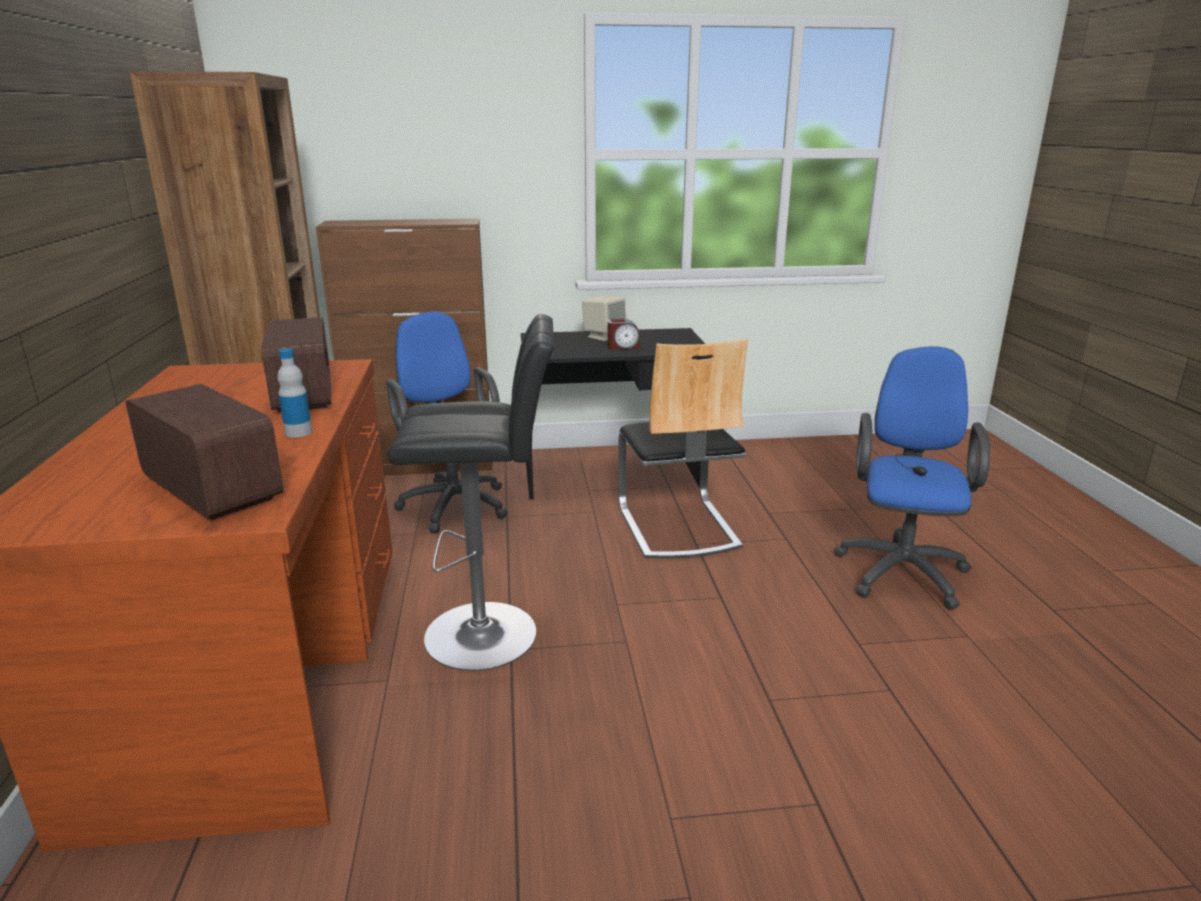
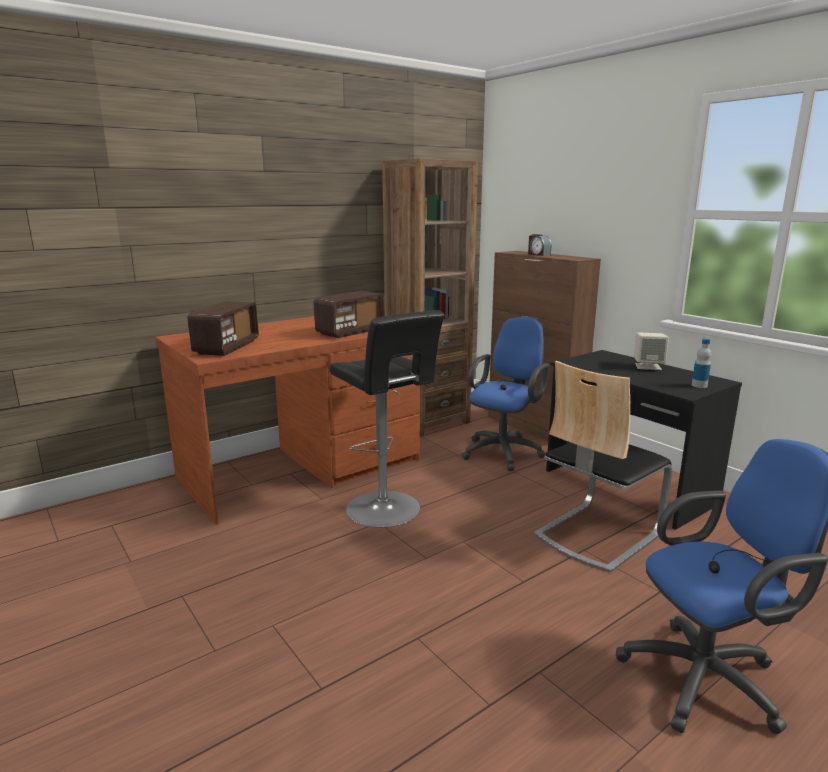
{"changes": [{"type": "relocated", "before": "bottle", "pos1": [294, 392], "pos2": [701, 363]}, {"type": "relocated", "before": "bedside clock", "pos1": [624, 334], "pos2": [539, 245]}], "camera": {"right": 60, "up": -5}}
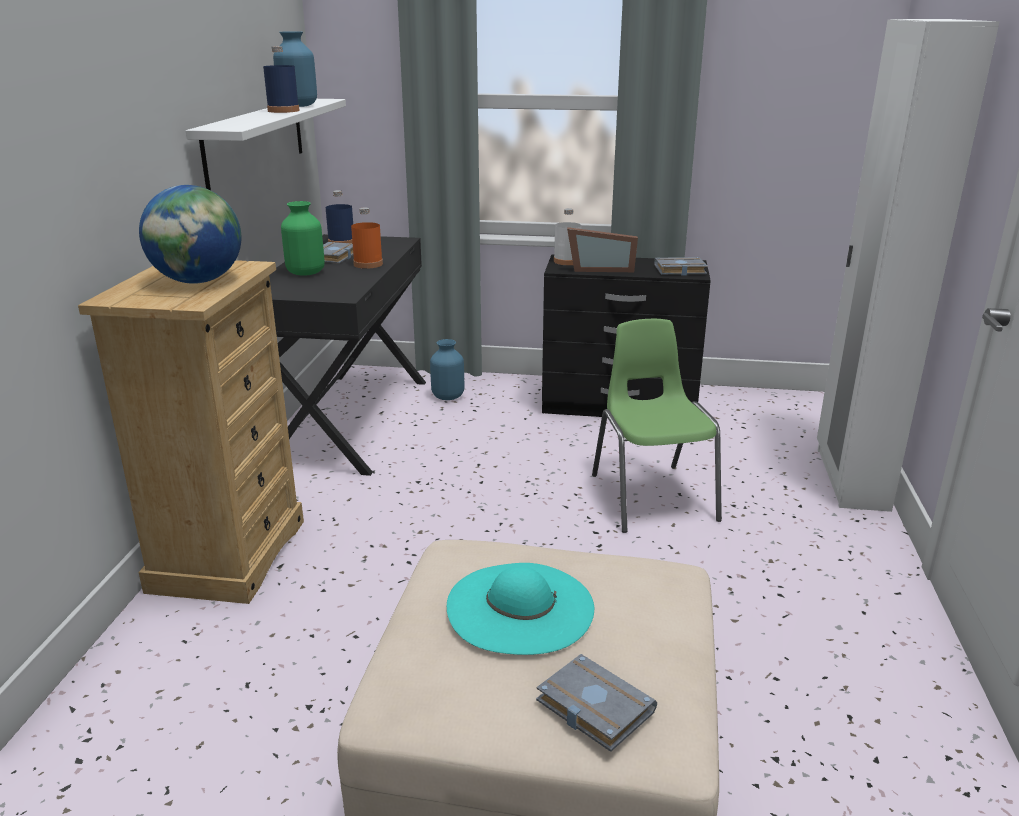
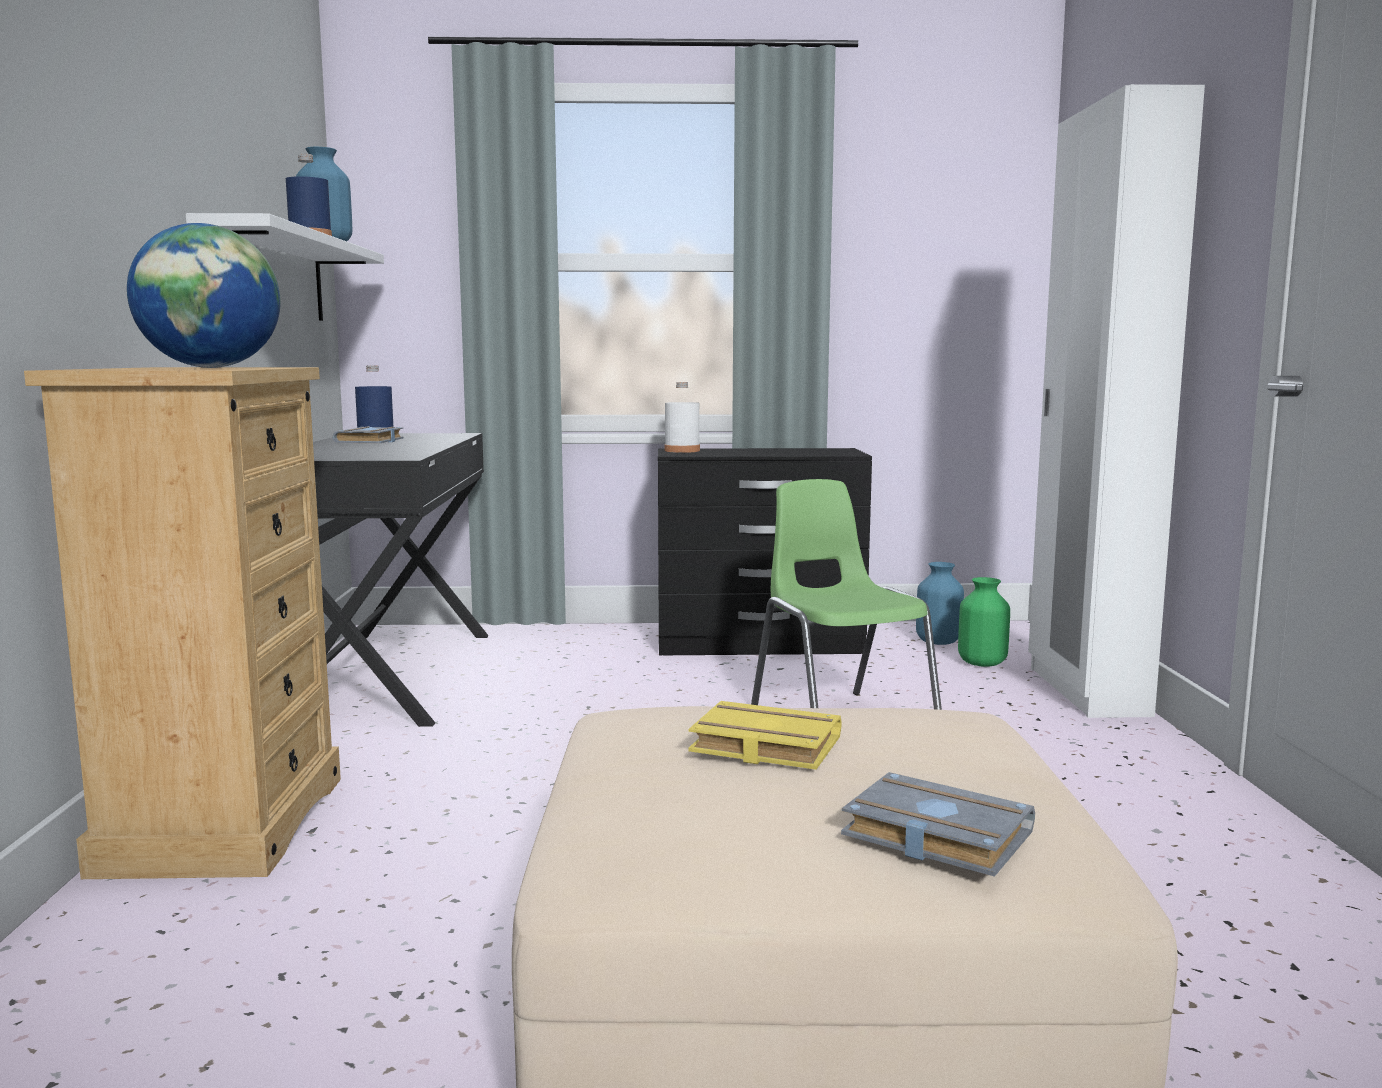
{"changes": [{"type": "relocated", "before": "greenish decorative vase", "pos1": [303, 238], "pos2": [984, 622]}, {"type": "missing", "before": "orangey bottle", "pos1": [367, 238]}, {"type": "relocated", "before": "blue decorative vase", "pos1": [447, 369], "pos2": [940, 603]}, {"type": "exchanged", "before": "blue-green clothing hat", "after": "yellow bound book", "pos1": [520, 609], "pos2": [765, 735]}, {"type": "missing", "before": "standing frame", "pos1": [602, 249]}, {"type": "missing", "before": "gray bound book", "pos1": [681, 266]}], "camera": {"right": -10, "up": -15}}
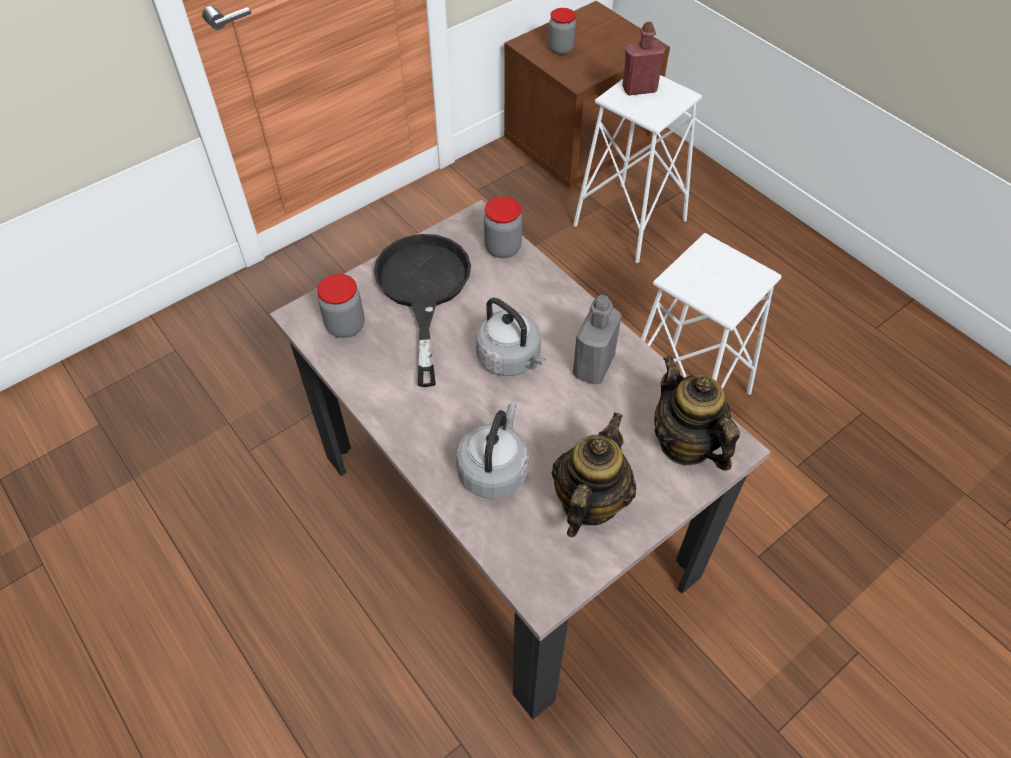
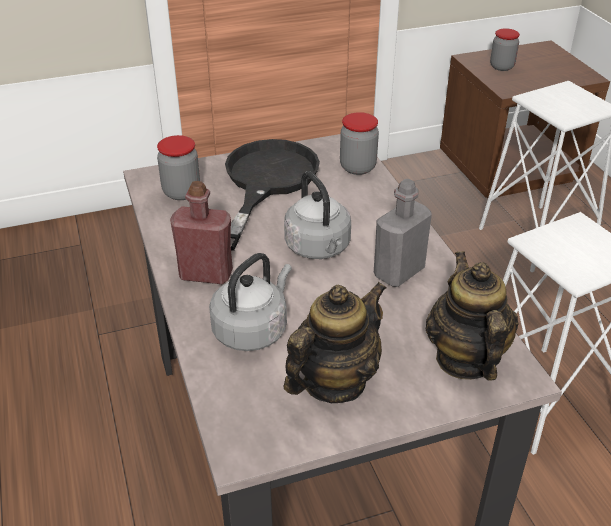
{"changes": [{"type": "relocated", "before": "red bottle", "pos1": [643, 58], "pos2": [201, 232]}], "camera": {"right": 20, "up": -15}}
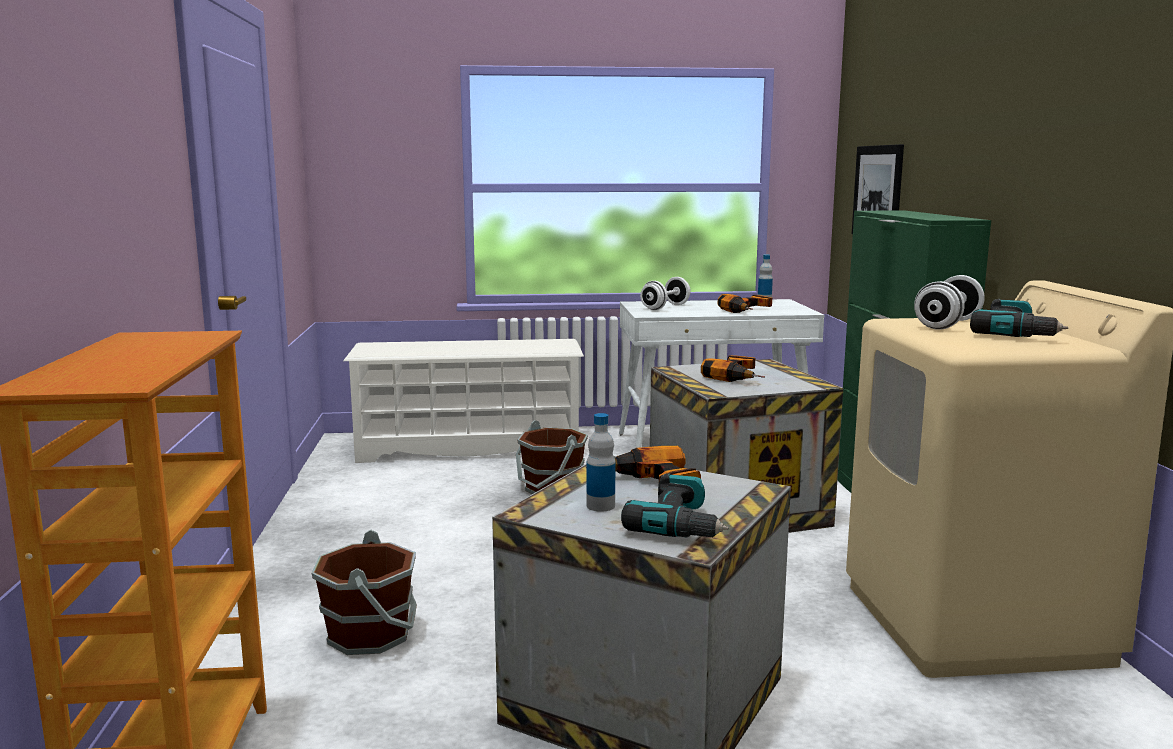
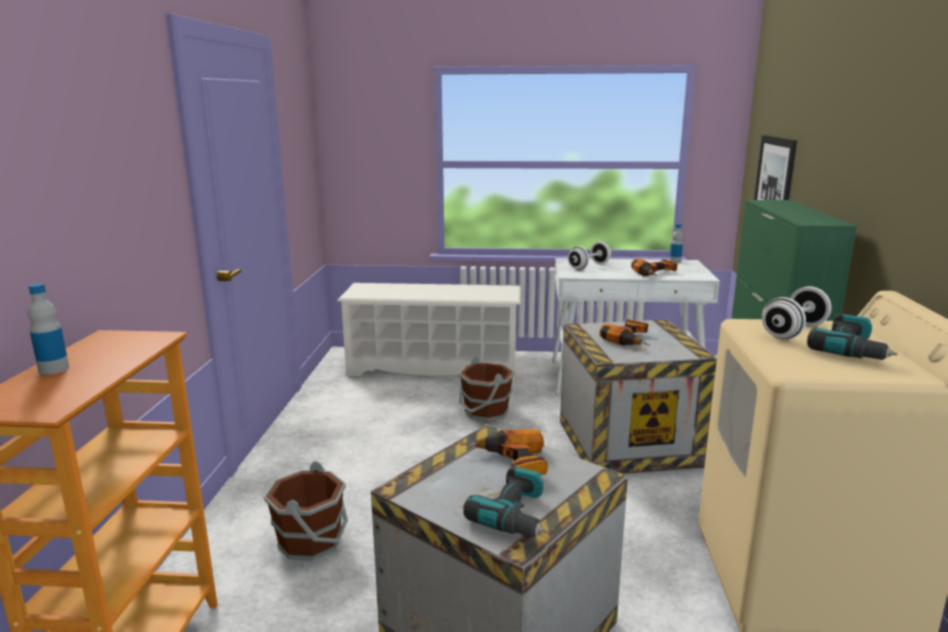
{"changes": [{"type": "relocated", "before": "bottle", "pos1": [601, 462], "pos2": [48, 329]}], "camera": {"right": 10, "up": 5}}
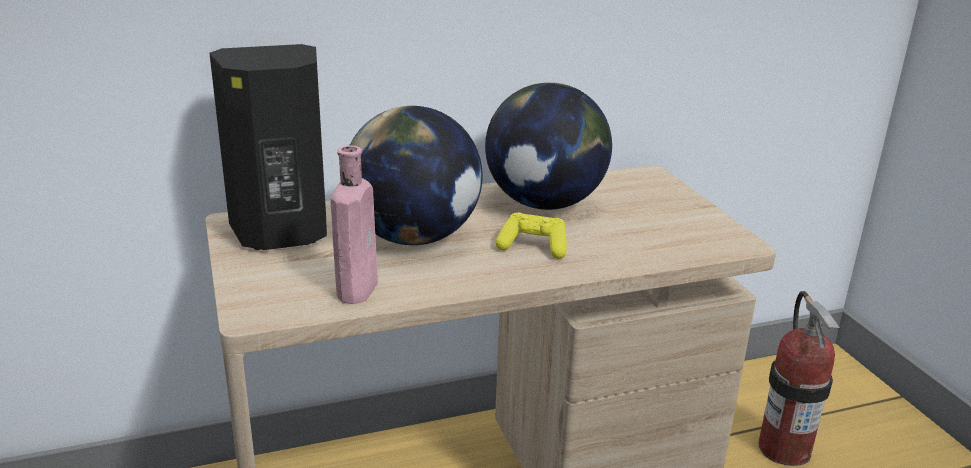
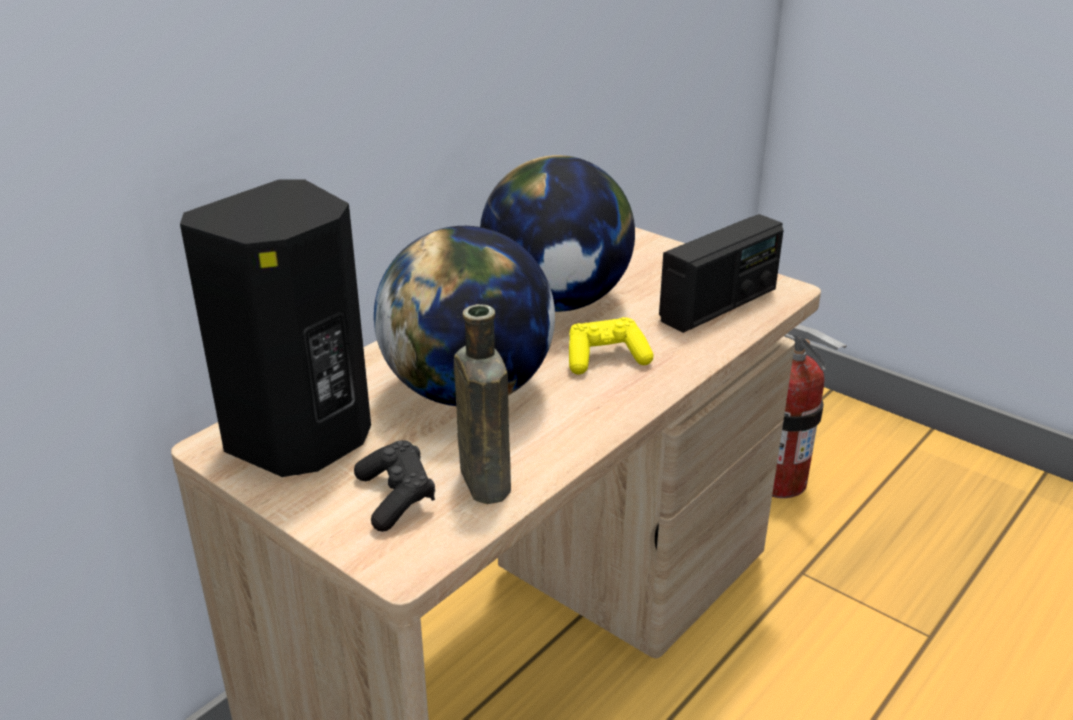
{"changes": [{"type": "colour", "before": "pinkish bottle", "after": "brownish bottle", "pos1": [354, 225], "pos2": [482, 404]}, {"type": "appeared", "after": "black gamepad", "pos2": [394, 486]}, {"type": "appeared", "after": "radio", "pos2": [721, 273]}], "camera": {"right": -30, "up": 5}}
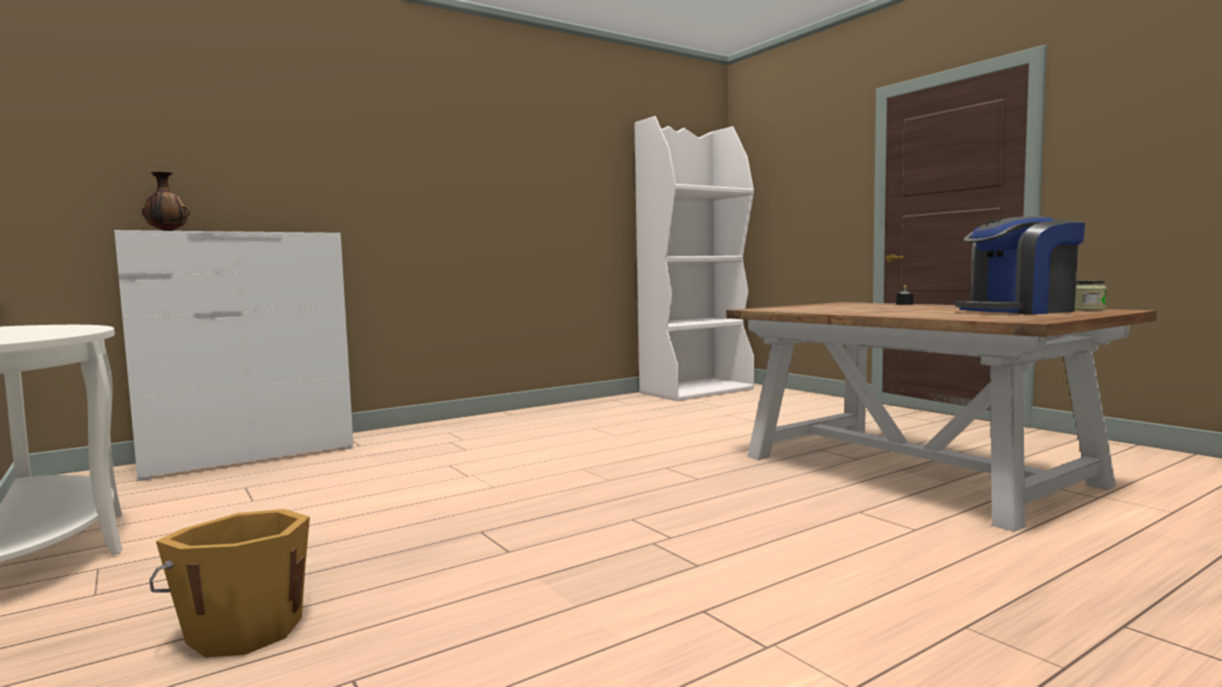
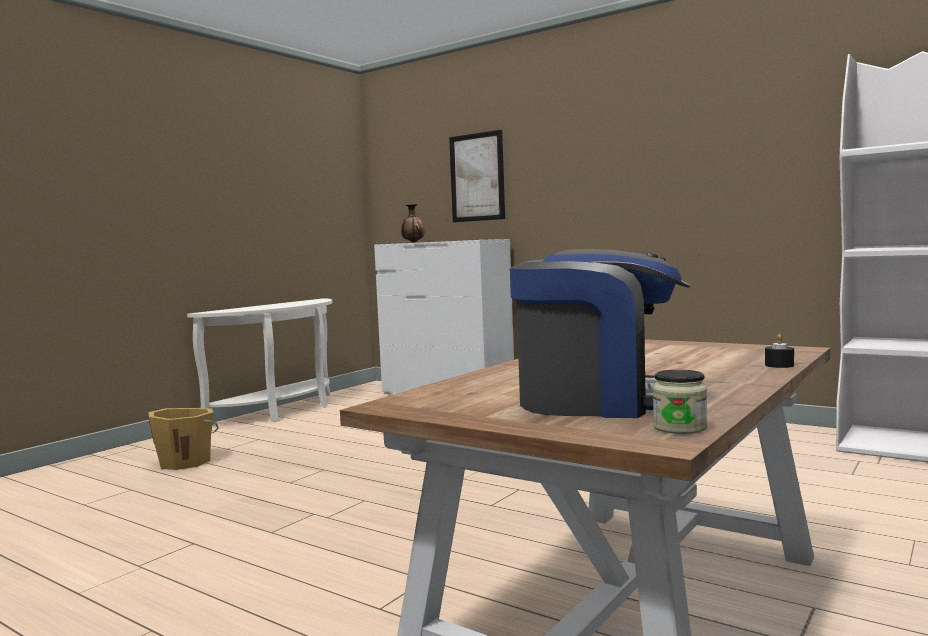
{"changes": [{"type": "spun", "before": "coffee brewer", "pos1": [1020, 265], "pos2": [600, 333], "turn": 135}, {"type": "appeared", "after": "wall art", "pos2": [477, 176]}], "camera": {"right": 70, "up": 0}}
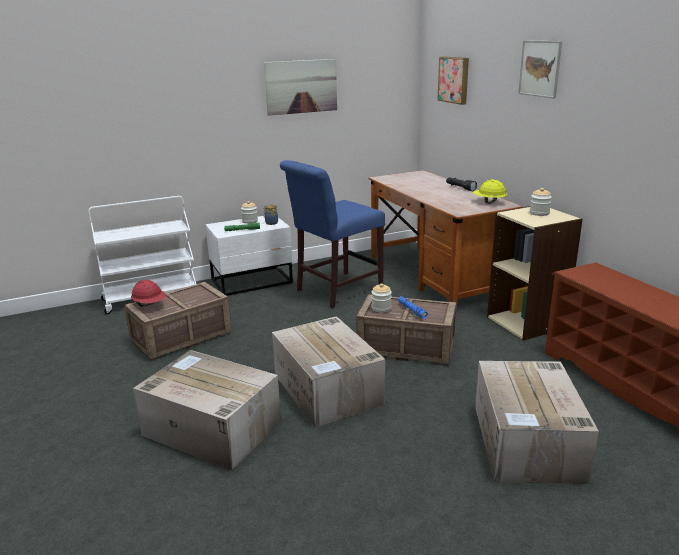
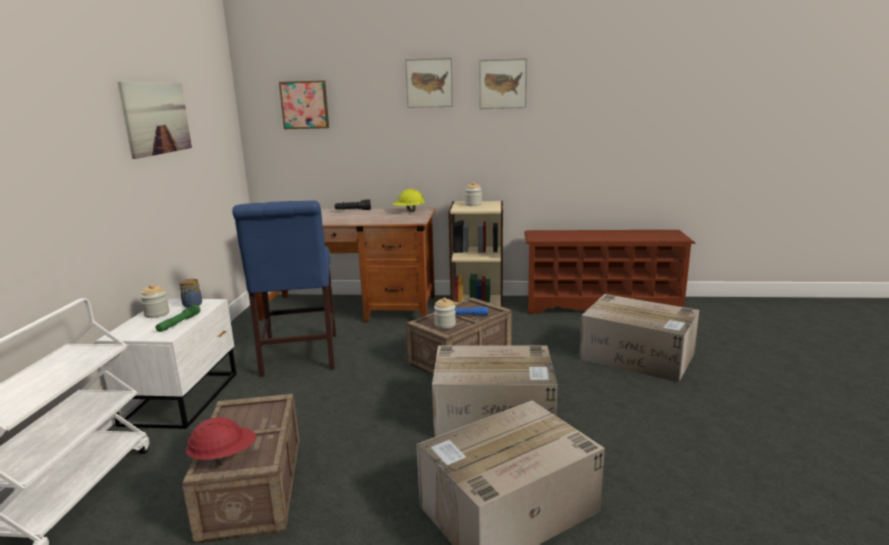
{"changes": [{"type": "appeared", "after": "wall art", "pos2": [503, 83]}], "camera": {"right": -60, "up": -5}}
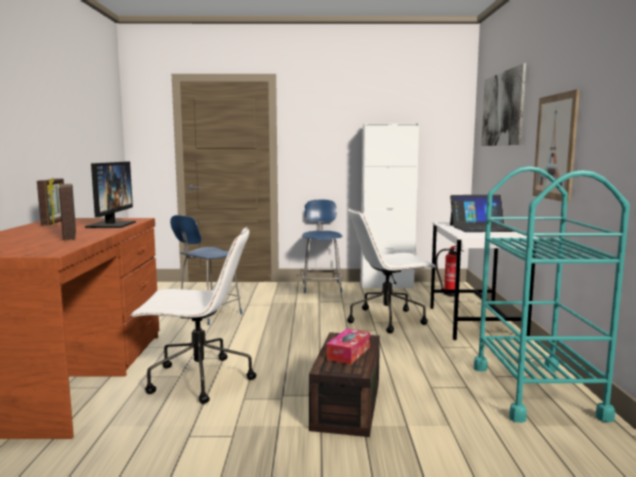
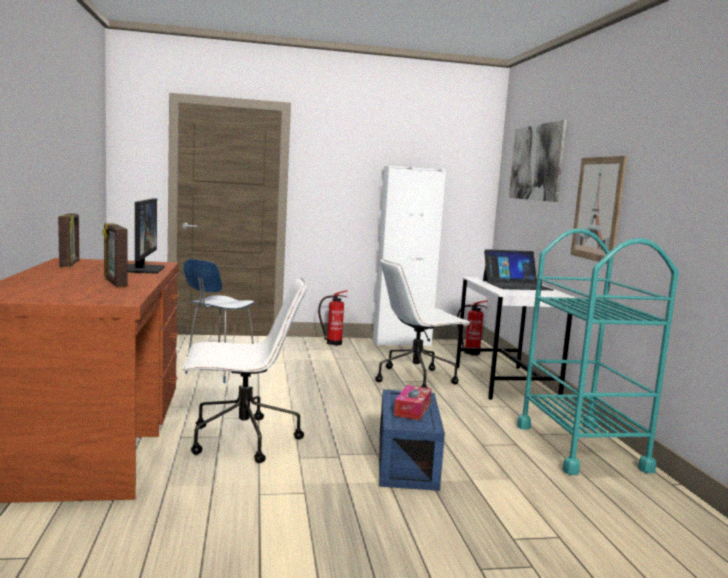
{"changes": [{"type": "exchanged", "before": "blue upright chair", "after": "extinguisher", "pos1": [322, 246], "pos2": [333, 318]}, {"type": "colour", "before": "brownish storage bin", "after": "blue storage bin", "pos1": [344, 384], "pos2": [412, 440]}], "camera": {"right": -10, "up": 0}}
